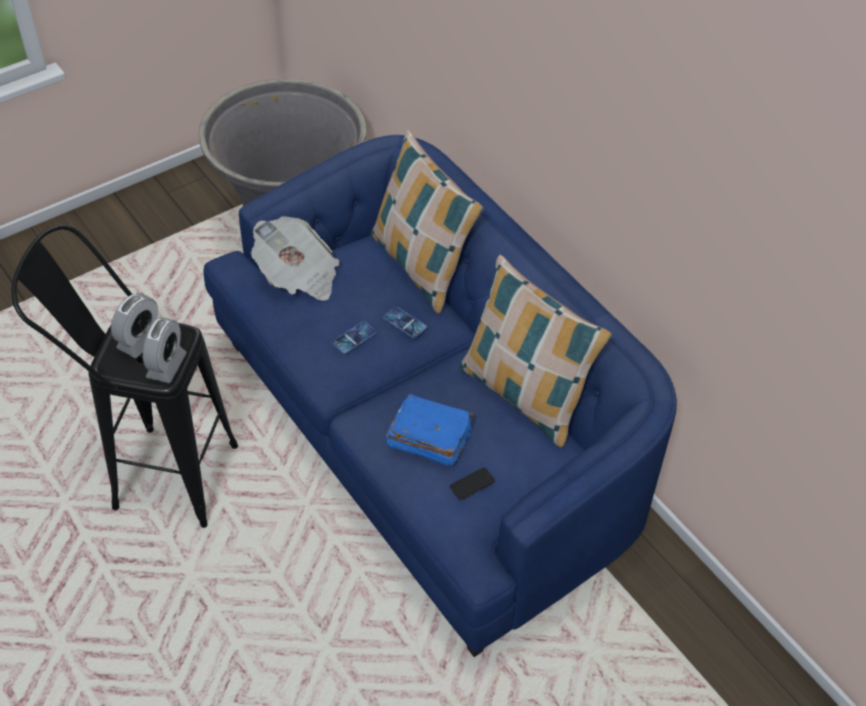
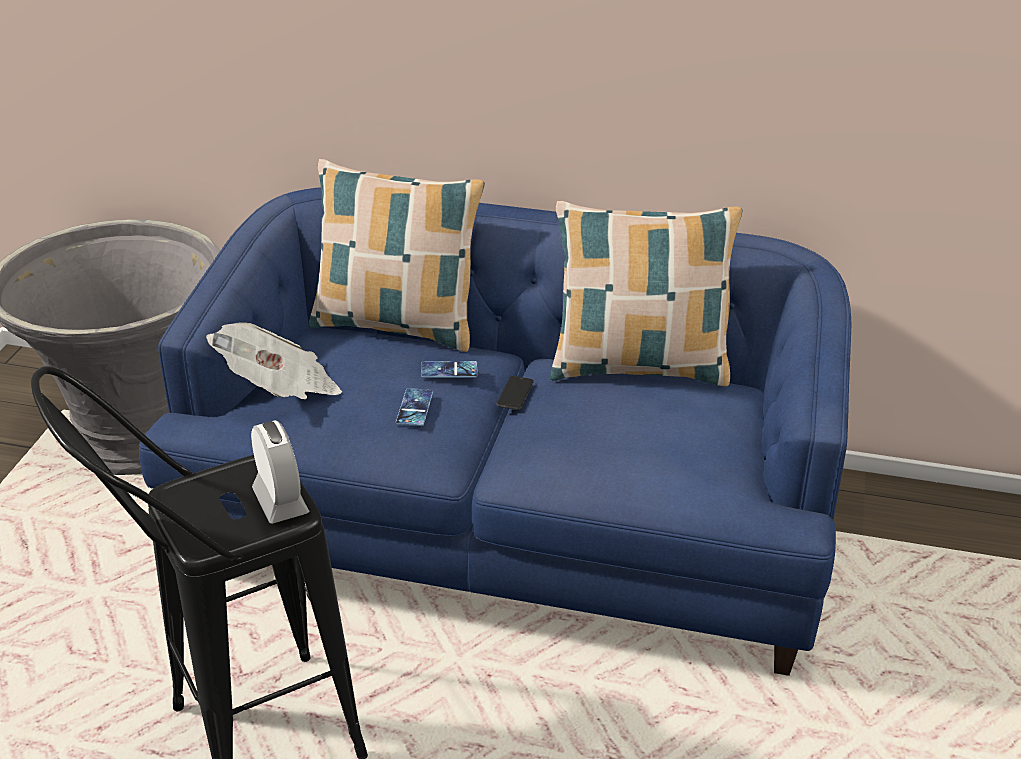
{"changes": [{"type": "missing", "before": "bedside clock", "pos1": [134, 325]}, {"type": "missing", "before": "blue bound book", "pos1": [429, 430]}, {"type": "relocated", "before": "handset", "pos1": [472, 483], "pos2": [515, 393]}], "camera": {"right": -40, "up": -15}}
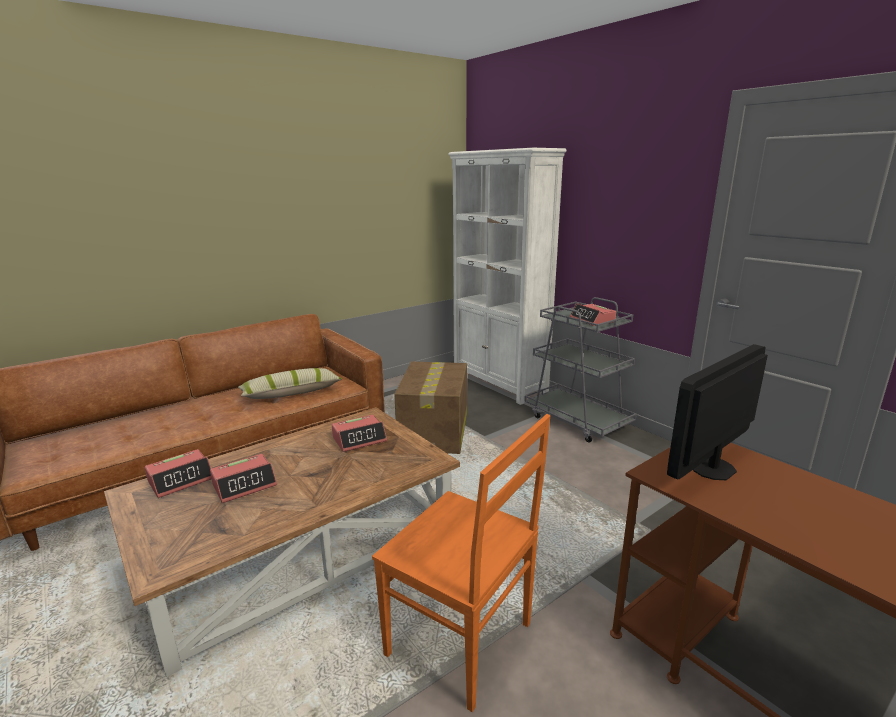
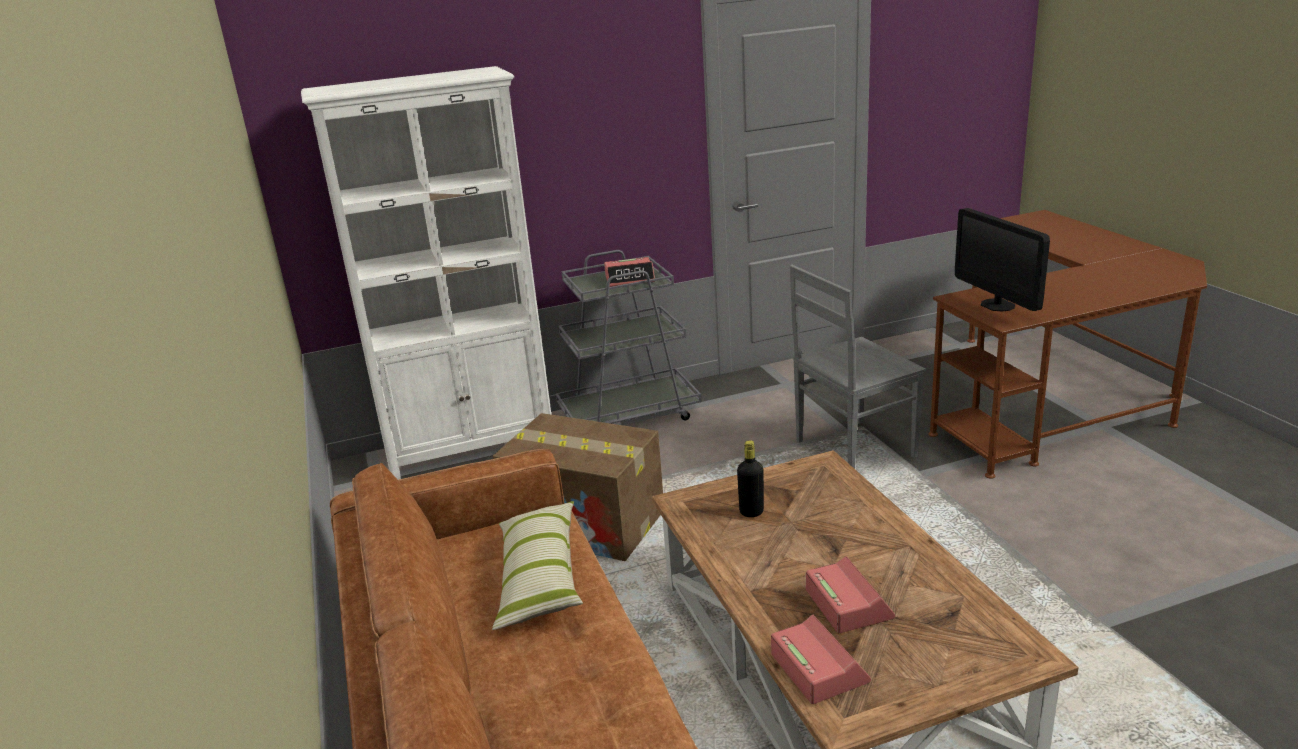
{"changes": [{"type": "exchanged", "before": "bedside clock", "after": "black bottle", "pos1": [359, 433], "pos2": [750, 478]}, {"type": "missing", "before": "orangey upright chair", "pos1": [461, 563]}, {"type": "appeared", "after": "gray upright chair", "pos2": [858, 367]}], "camera": {"right": -70, "up": 5}}
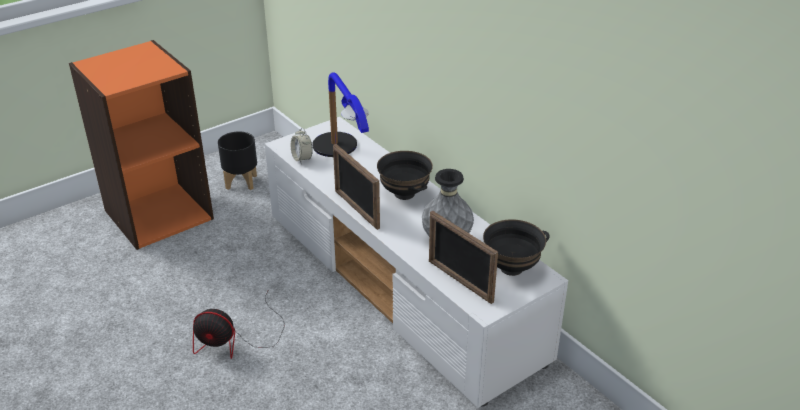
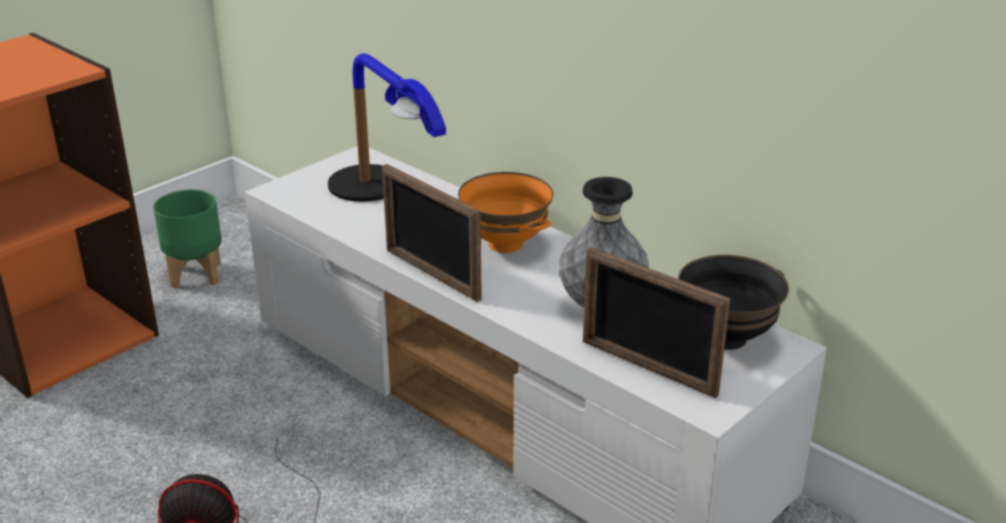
{"changes": [{"type": "colour", "before": "black planter", "after": "greenish planter", "pos1": [237, 160], "pos2": [187, 239]}, {"type": "missing", "before": "bedside clock", "pos1": [302, 146]}, {"type": "colour", "before": "black deep dish", "after": "orangey deep dish", "pos1": [405, 175], "pos2": [505, 212]}], "camera": {"right": -10, "up": -5}}
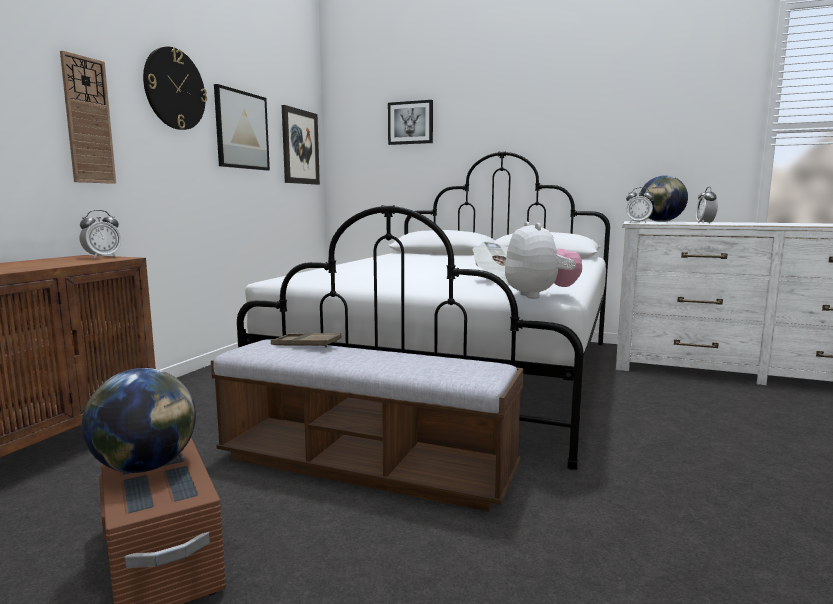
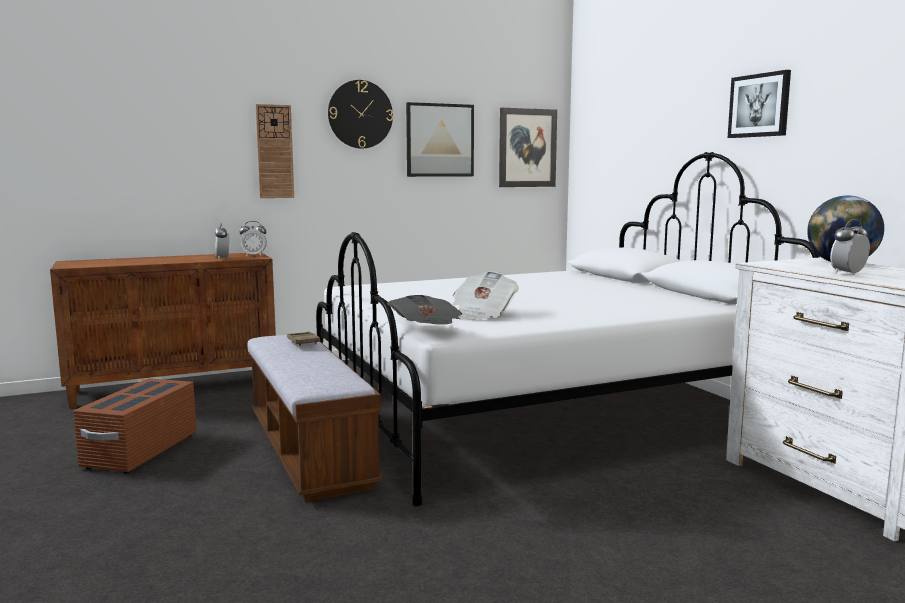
{"changes": [{"type": "missing", "before": "desk globe", "pos1": [139, 420]}, {"type": "relocated", "before": "wall art", "pos1": [410, 122], "pos2": [759, 104]}, {"type": "exchanged", "before": "soft toy", "after": "daily paper", "pos1": [543, 260], "pos2": [424, 310]}, {"type": "relocated", "before": "bedside clock", "pos1": [640, 205], "pos2": [222, 241]}], "camera": {"right": 45, "up": 0}}
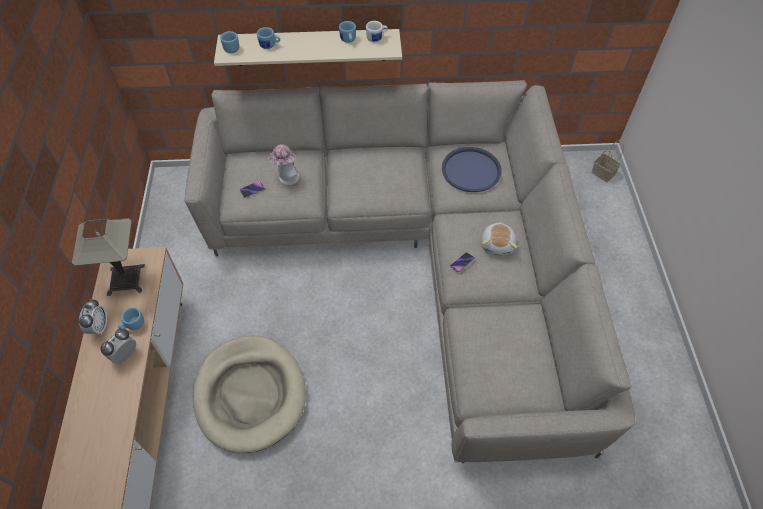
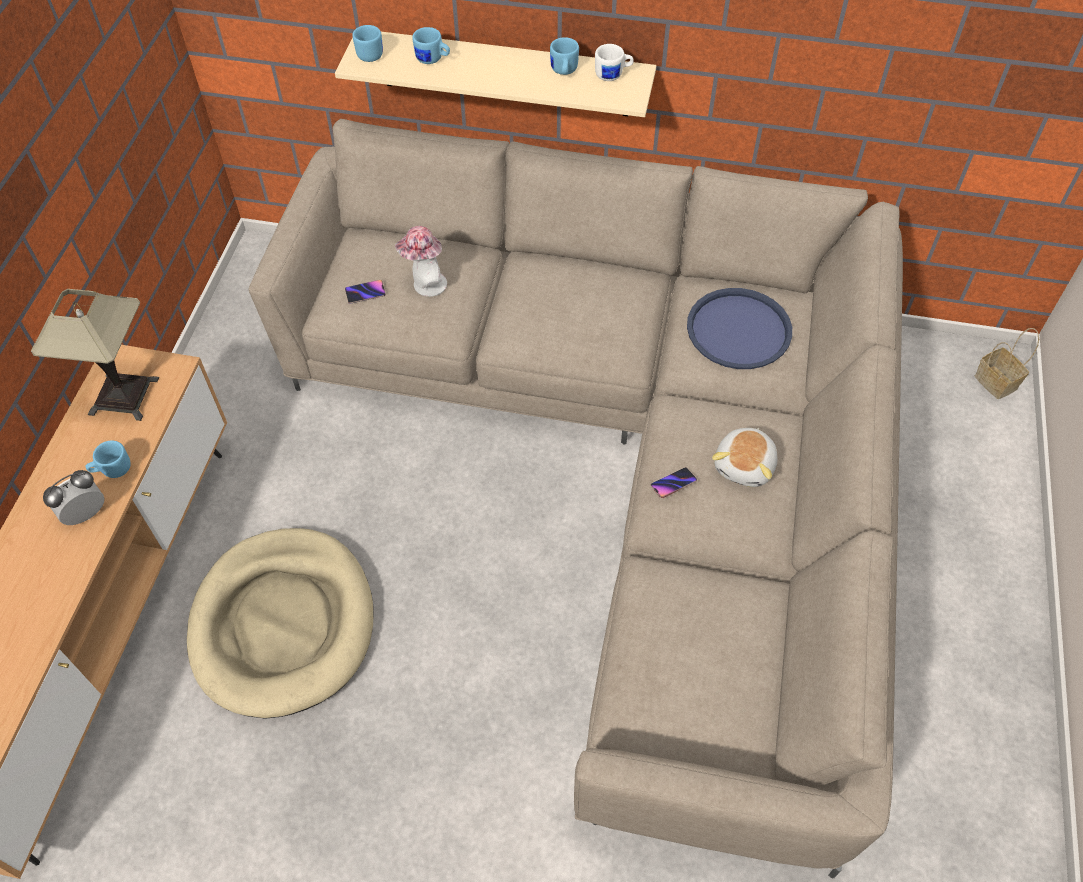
{"changes": [{"type": "missing", "before": "bedside clock", "pos1": [93, 317]}], "camera": {"right": 15, "up": 0}}
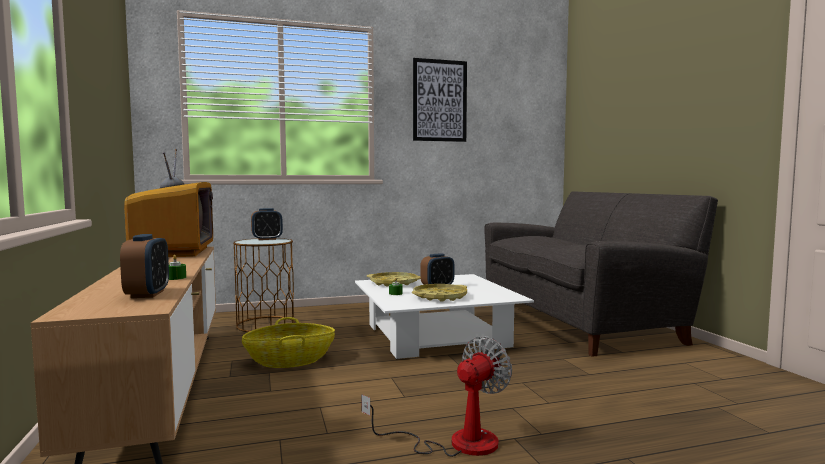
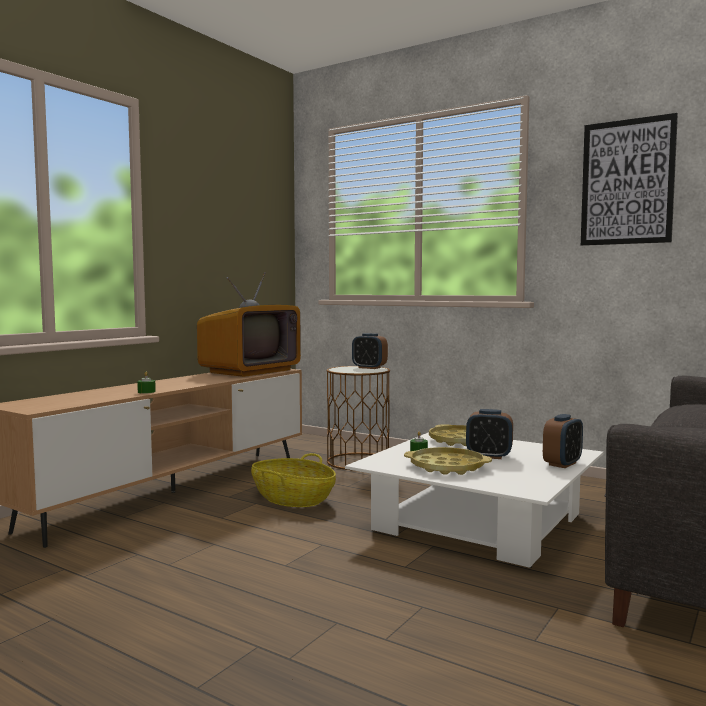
{"changes": [{"type": "relocated", "before": "bedside clock", "pos1": [144, 266], "pos2": [563, 441]}, {"type": "missing", "before": "electric fan", "pos1": [436, 396]}], "camera": {"right": 50, "up": 0}}
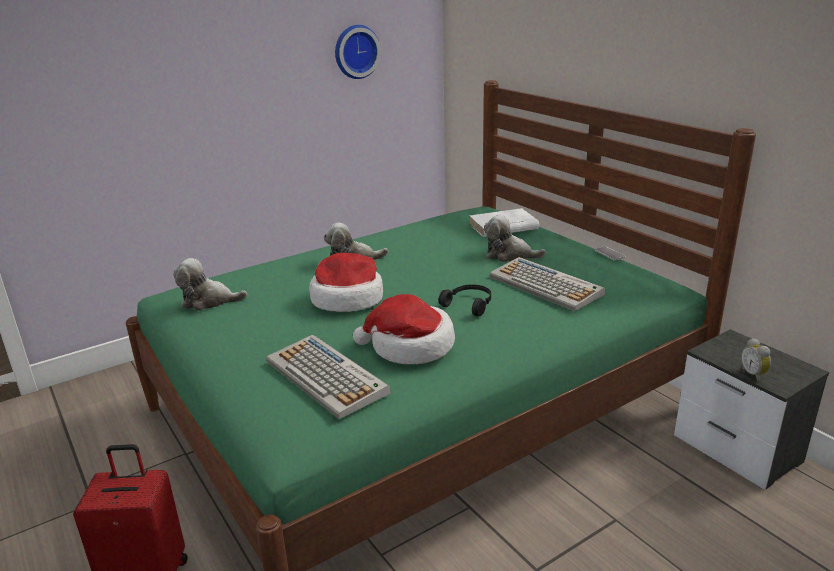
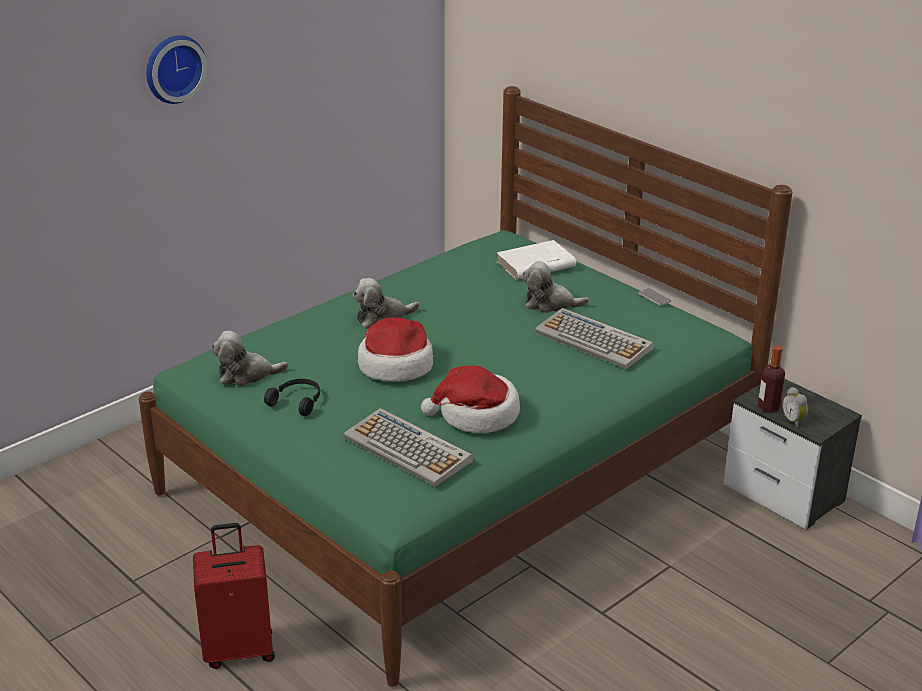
{"changes": [{"type": "relocated", "before": "hanging clock", "pos1": [358, 52], "pos2": [176, 69]}, {"type": "relocated", "before": "black headphones", "pos1": [465, 300], "pos2": [292, 397]}, {"type": "appeared", "after": "bottle", "pos2": [771, 379]}], "camera": {"right": -10, "up": 5}}
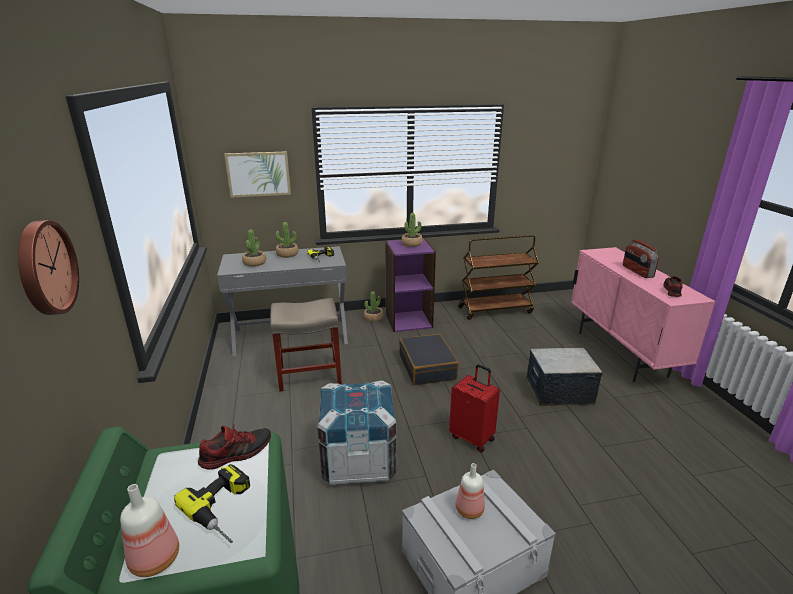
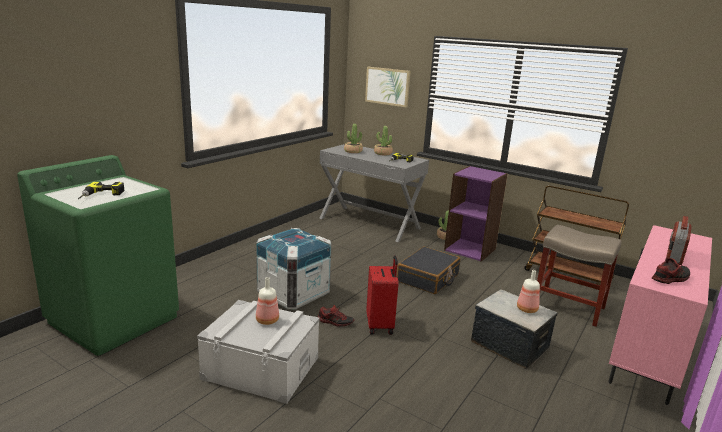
{"changes": [{"type": "missing", "before": "hanging clock", "pos1": [48, 267]}, {"type": "relocated", "before": "bottle", "pos1": [149, 530], "pos2": [528, 291]}, {"type": "relocated", "before": "shoe", "pos1": [234, 447], "pos2": [335, 316]}, {"type": "relocated", "before": "sand-coloured sitting stool", "pos1": [306, 344], "pos2": [579, 276]}, {"type": "missing", "before": "plant in a pot", "pos1": [412, 230]}], "camera": {"right": 45, "up": -5}}
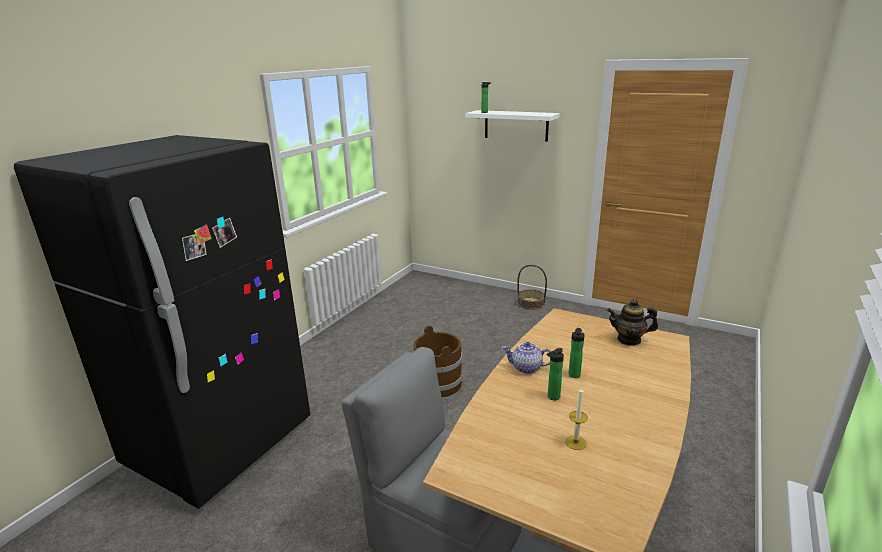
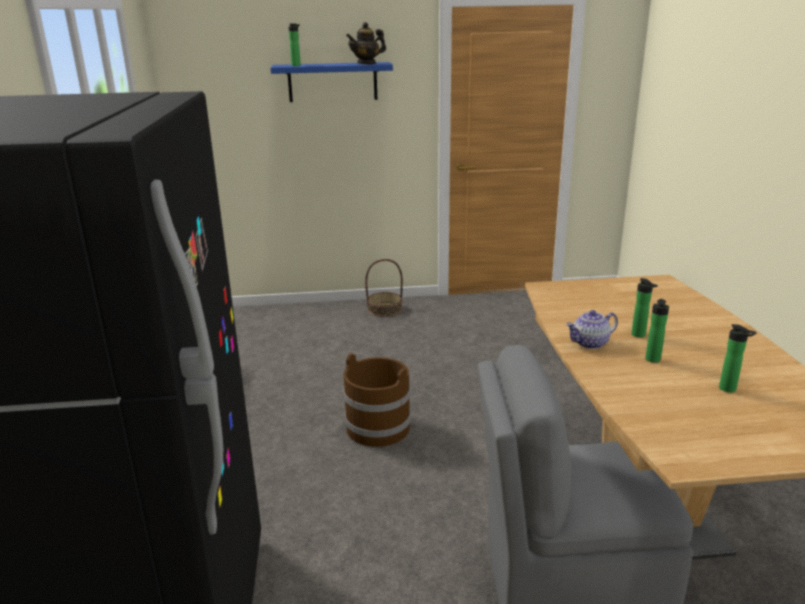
{"changes": [{"type": "colour", "before": "white-coloured wall shelf", "after": "blue wall shelf", "pos1": [512, 126], "pos2": [331, 82]}, {"type": "exchanged", "before": "candle", "after": "bottle", "pos1": [576, 418], "pos2": [738, 358]}, {"type": "relocated", "before": "pot for tea", "pos1": [632, 322], "pos2": [366, 43]}], "camera": {"right": -35, "up": 0}}
